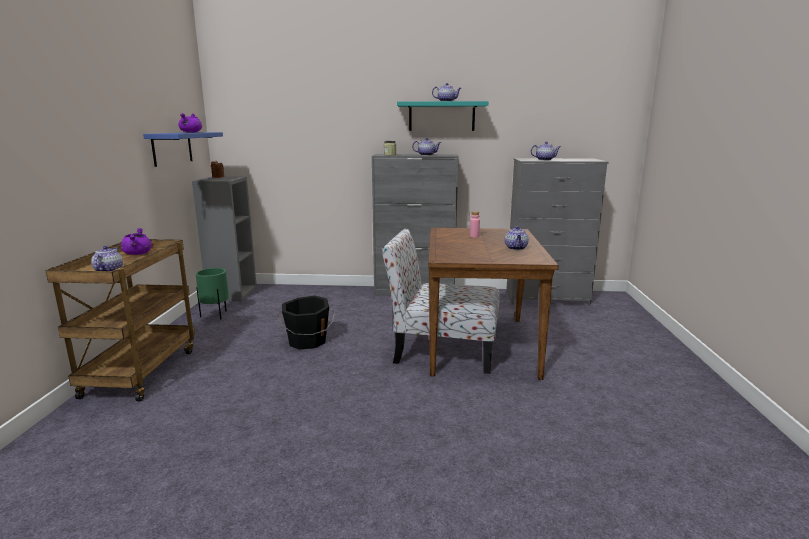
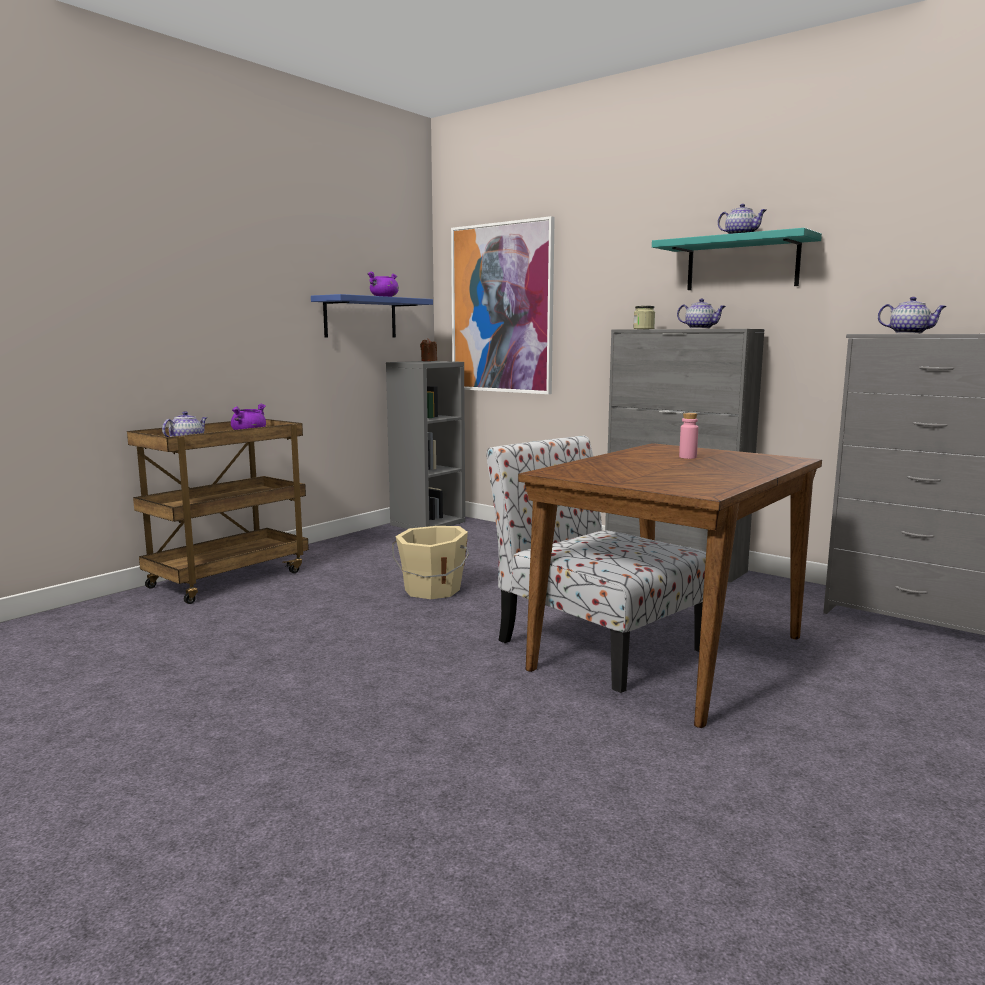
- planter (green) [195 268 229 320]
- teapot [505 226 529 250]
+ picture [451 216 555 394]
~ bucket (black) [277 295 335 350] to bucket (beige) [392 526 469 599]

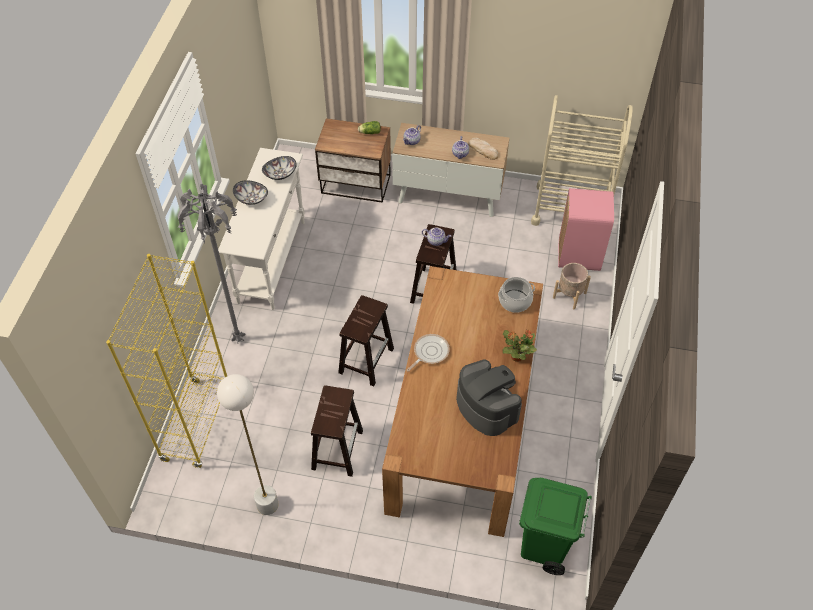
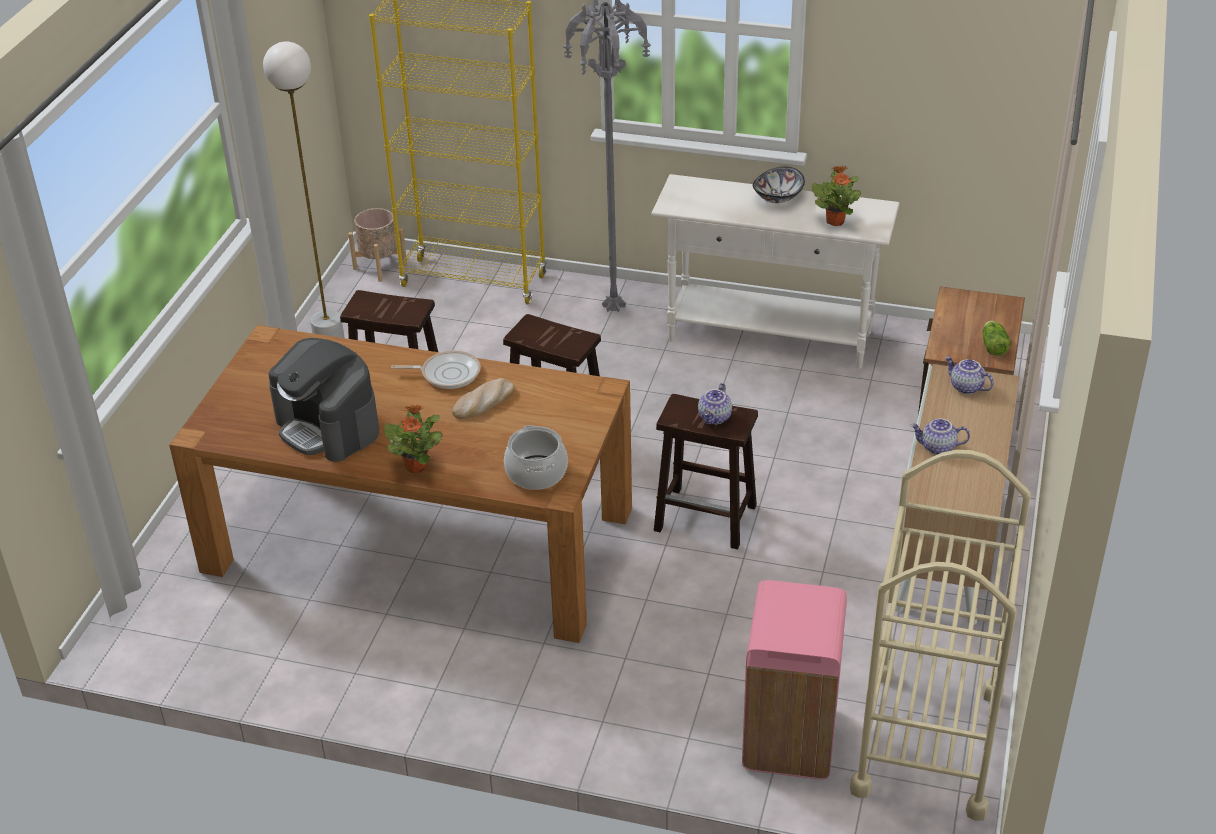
- trash can (green) [519 478 592 575]
~ bread [468 137 499 160] to [452 378 515 419]
~ planter (beige) [553 263 591 309] to [348 208 407 282]
~ bowl [262 156 297 180] to potted plant [812 166 861 226]
~ frying pan [407 334 450 372] = [391 350 481 389] 45 degrees counterclockwise
~ coffee machine [456 360 522 436] = [269 338 379 462] 75 degrees clockwise

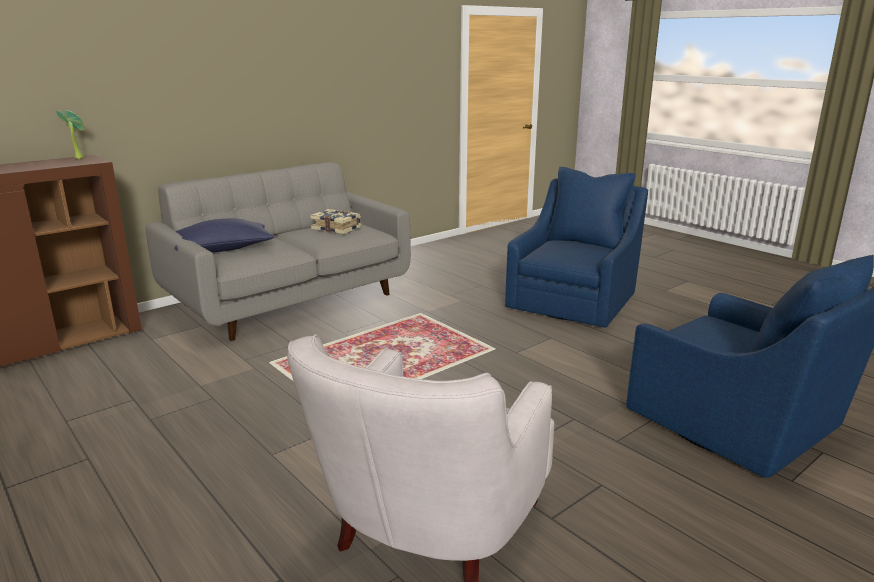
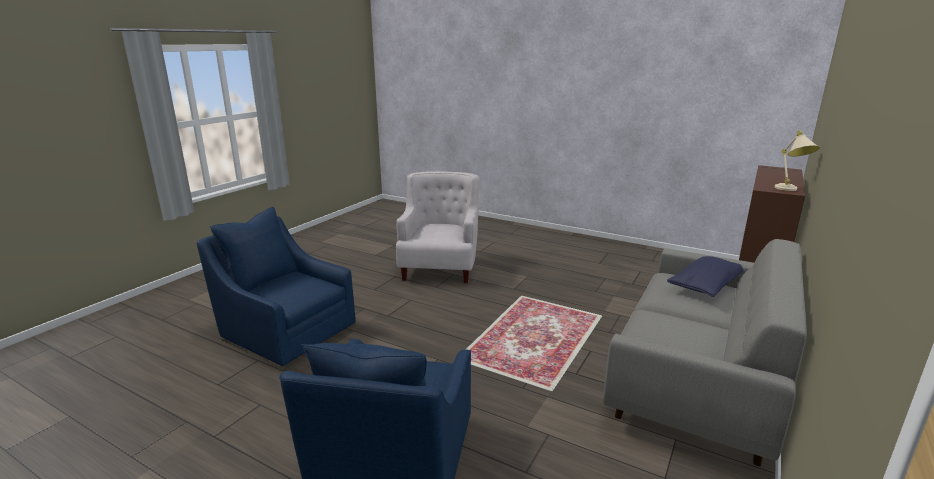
- book [310 209 361 234]
~ potted plant [56 110 85 159] to table lamp (beige) [775 131 820 191]

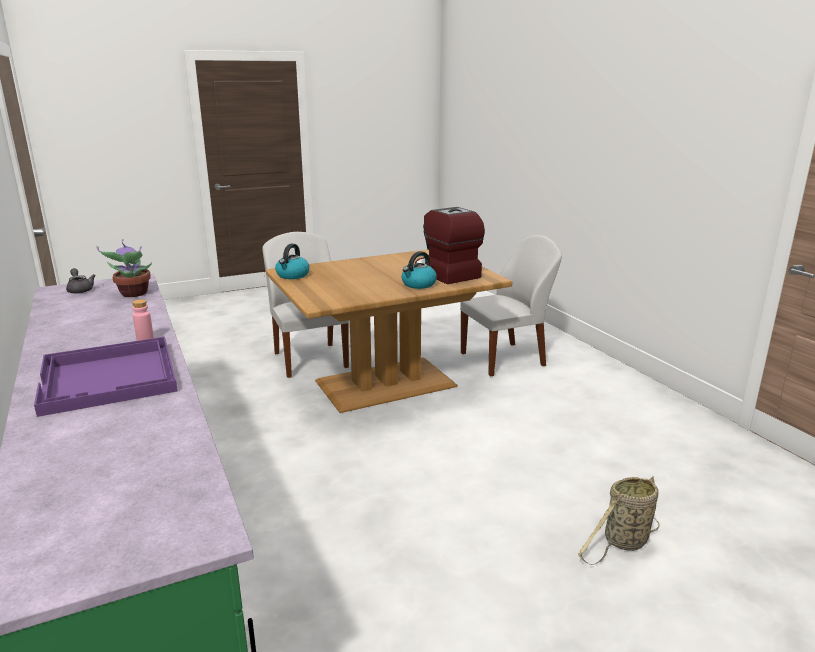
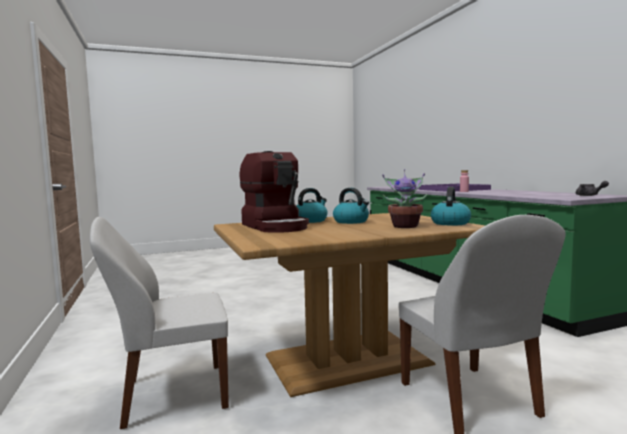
- basket [578 476 659 565]
+ kettle [333 188 369 224]
~ potted plant [96 239 152 297] to [382 169 428 228]

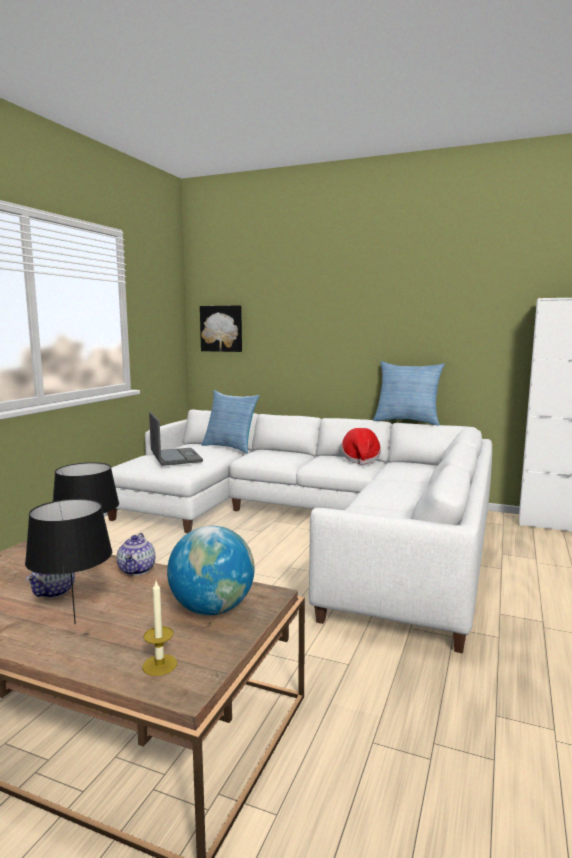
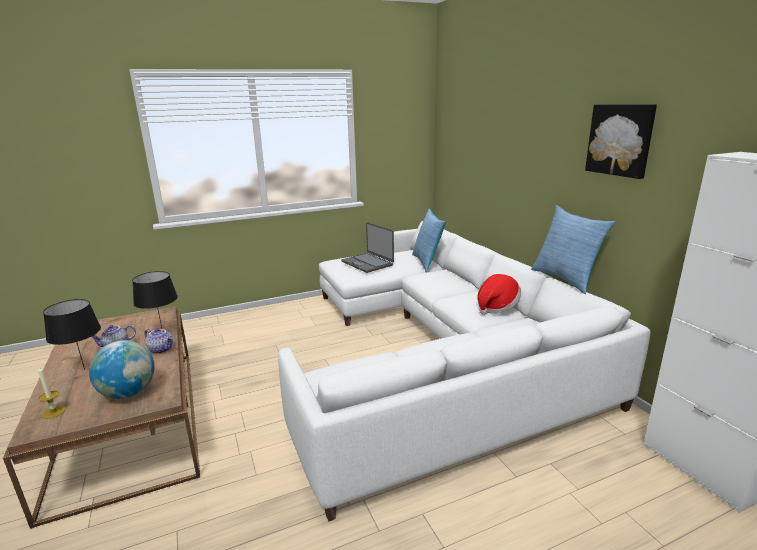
~ picture [200 305 242 352] to [585 104 657 179]
~ teapot [117 533 155 576] = [144 328 173 354] 105 degrees counterclockwise
~ laptop [149 412 203 466] = [342 222 394 273] 120 degrees clockwise

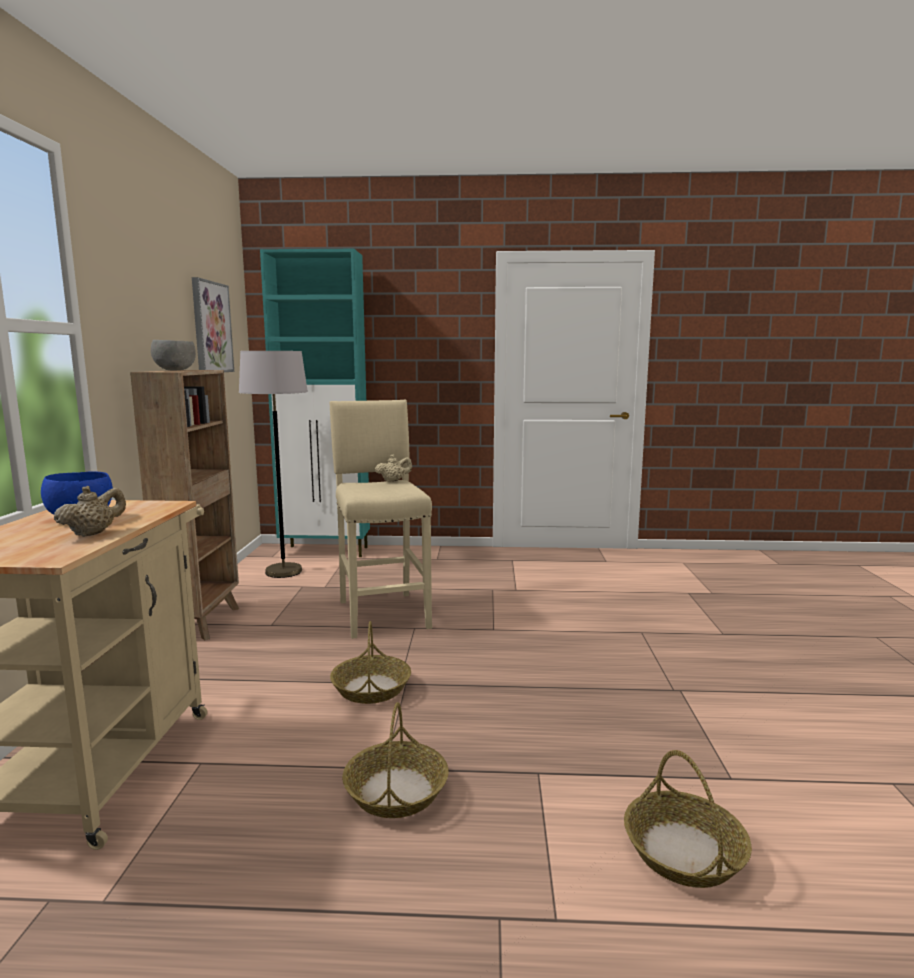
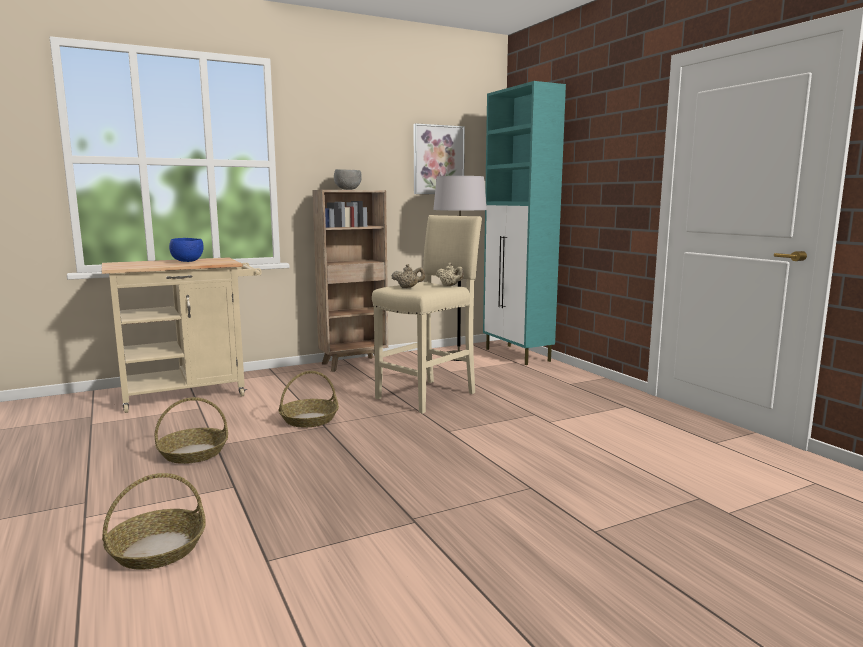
~ teapot (beige) [54 486 126 537] to [391 264 425 288]

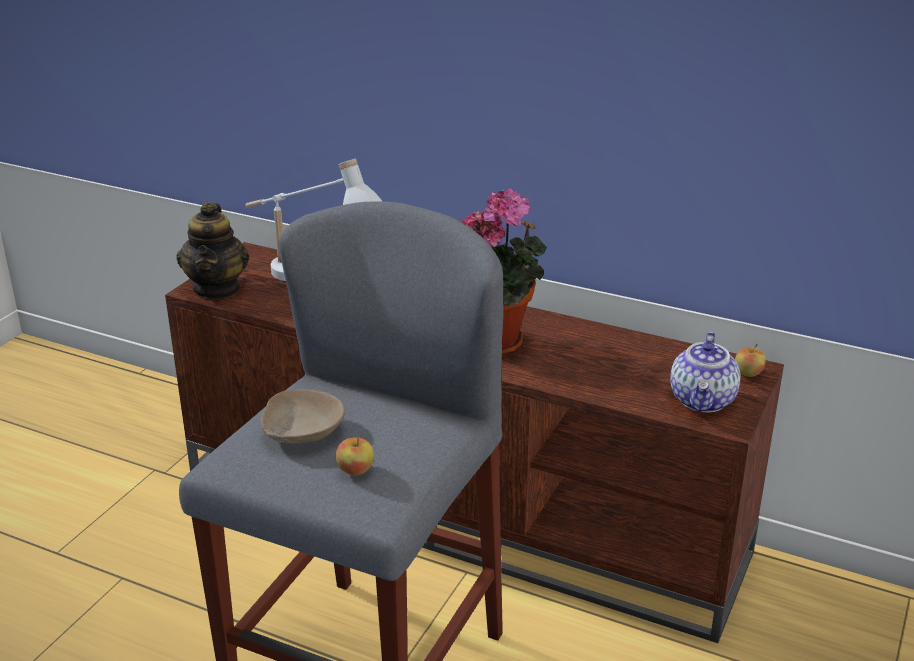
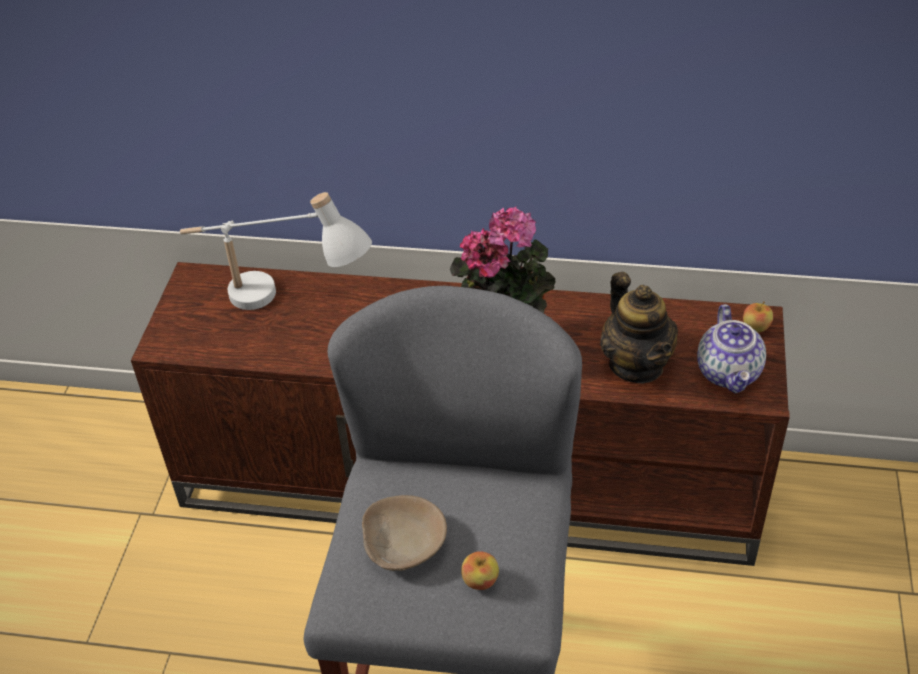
~ teapot [177 202 249 299] to [600 272 678 383]

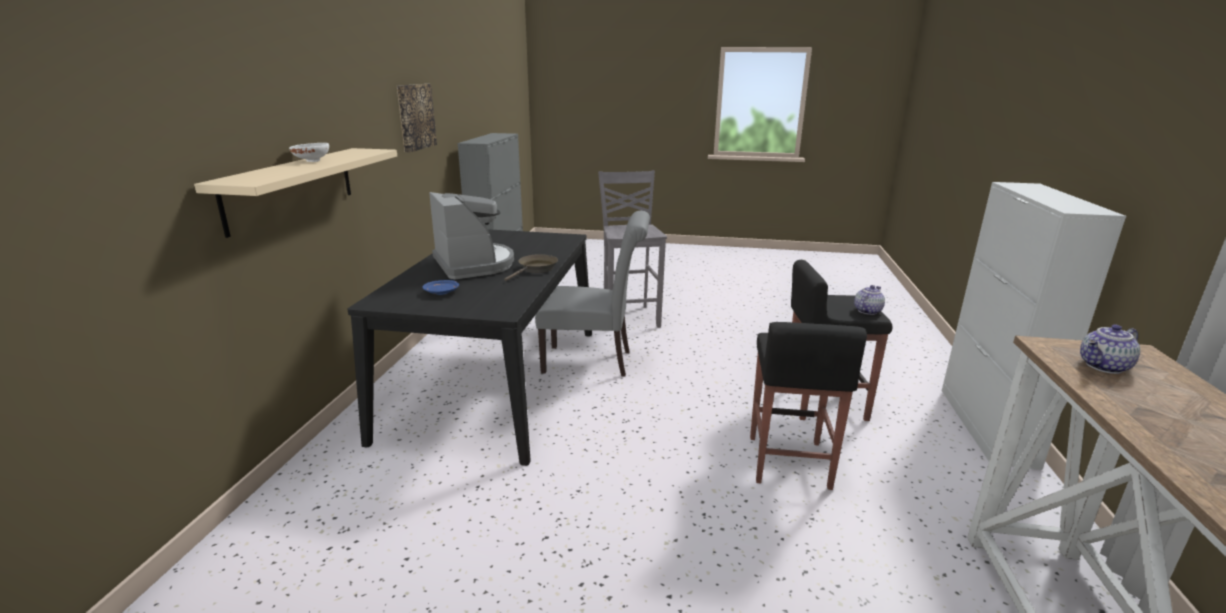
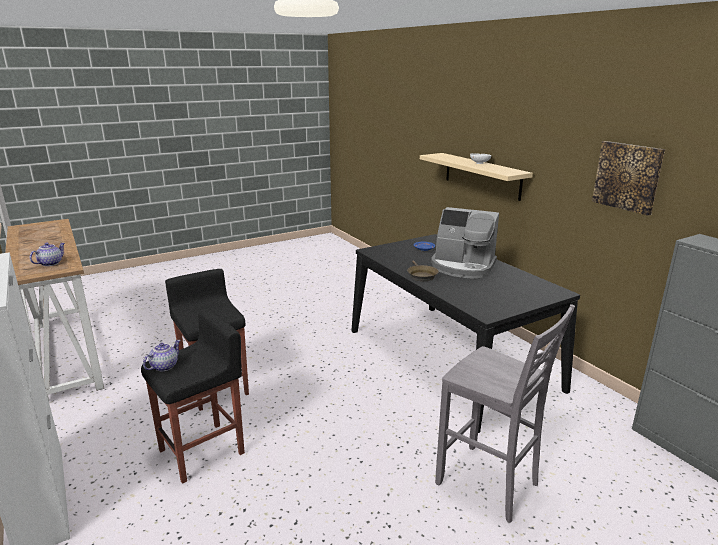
- chair (grey) [535 211 650 377]
~ teapot [854 285 885 315] = [143 340 181 371] 150 degrees counterclockwise

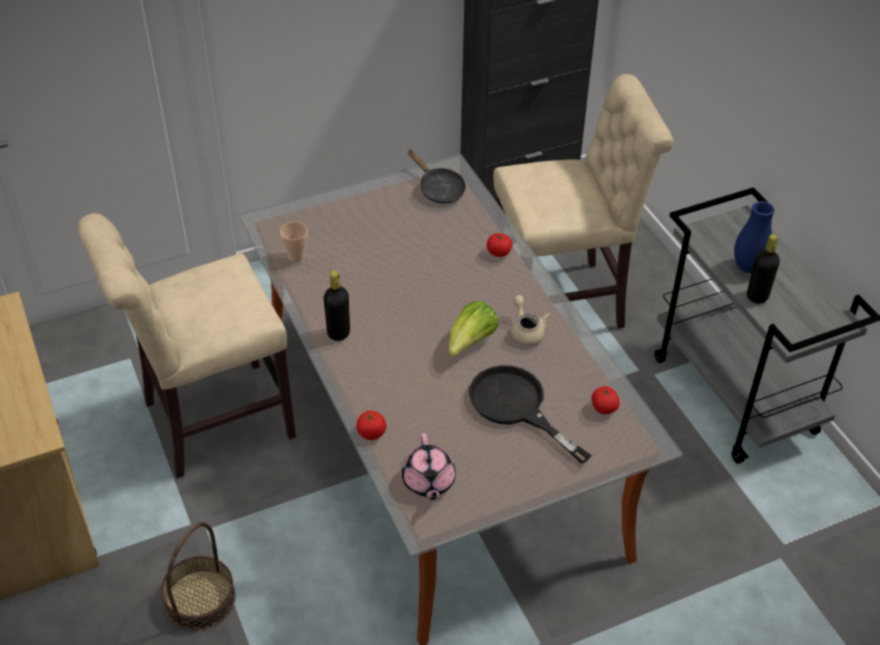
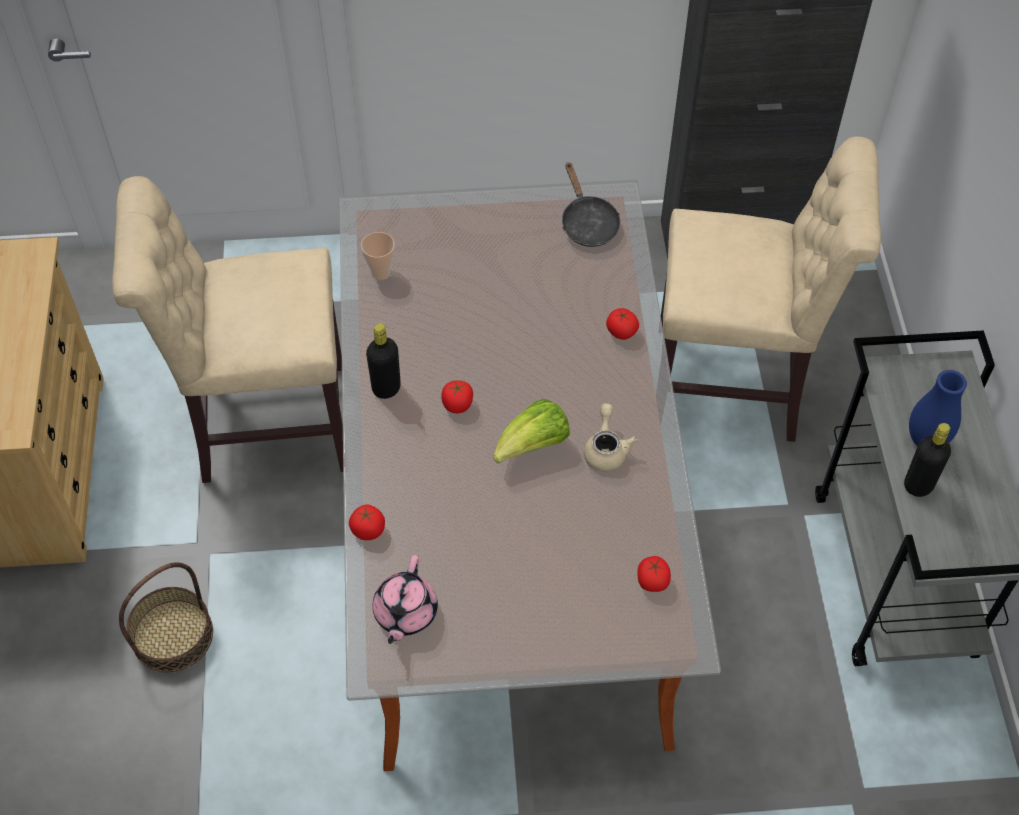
- frying pan (black) [469 365 592 464]
+ tomato [441 380 473 413]

